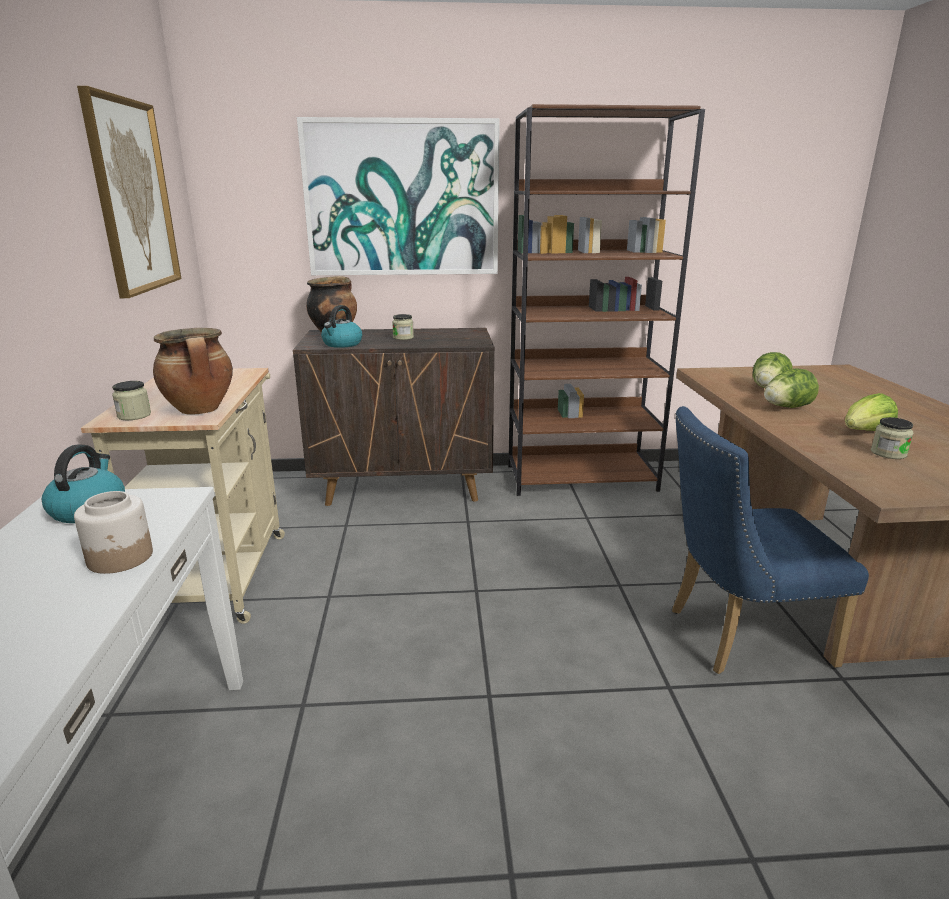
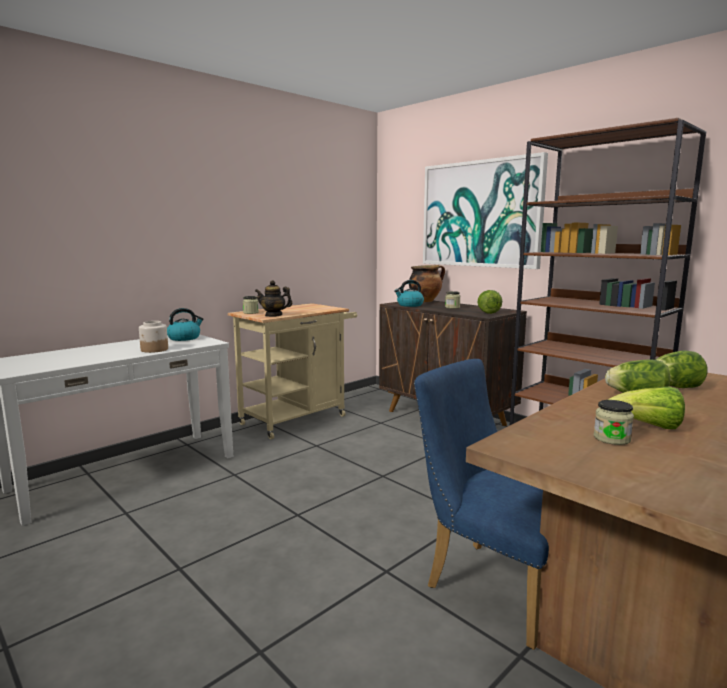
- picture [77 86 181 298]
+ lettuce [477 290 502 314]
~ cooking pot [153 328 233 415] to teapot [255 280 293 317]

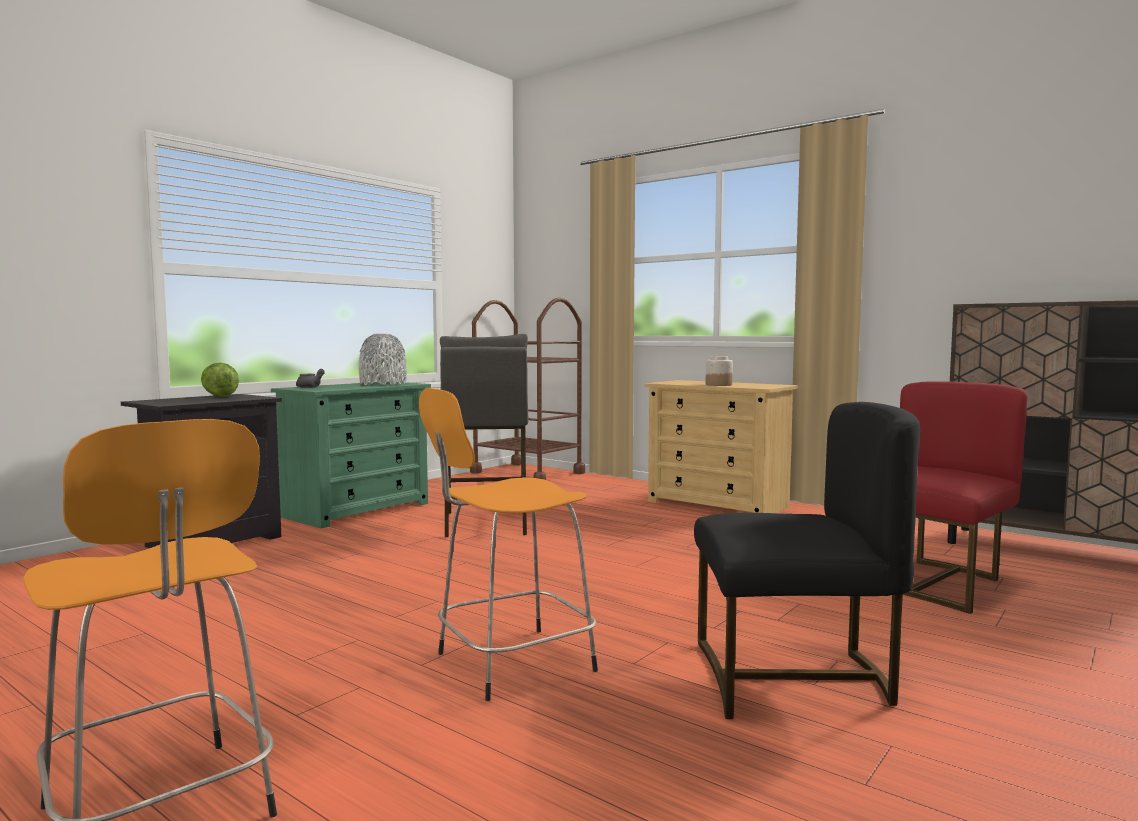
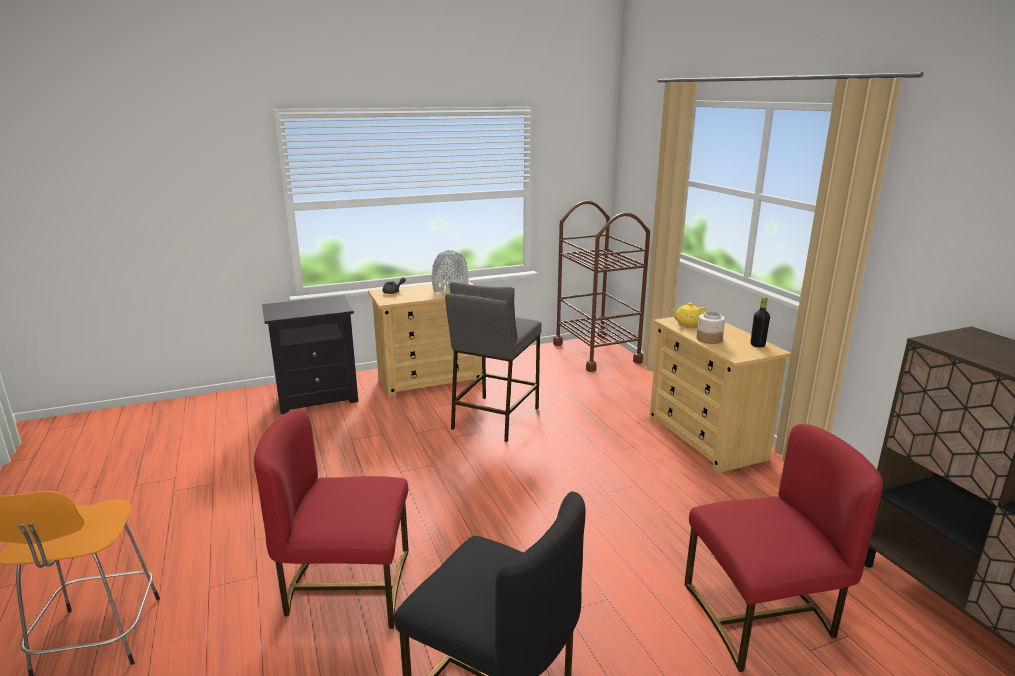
- lettuce [201 363 239 397]
+ teapot (yellow) [671 303 706 326]
+ bottle (black) [751 297 770 348]
~ stool (orange) [419 388 598 701] to chair (red) [254 409 409 629]
~ dresser (green) [271 381 431 528] to dresser (beige) [368 281 482 397]

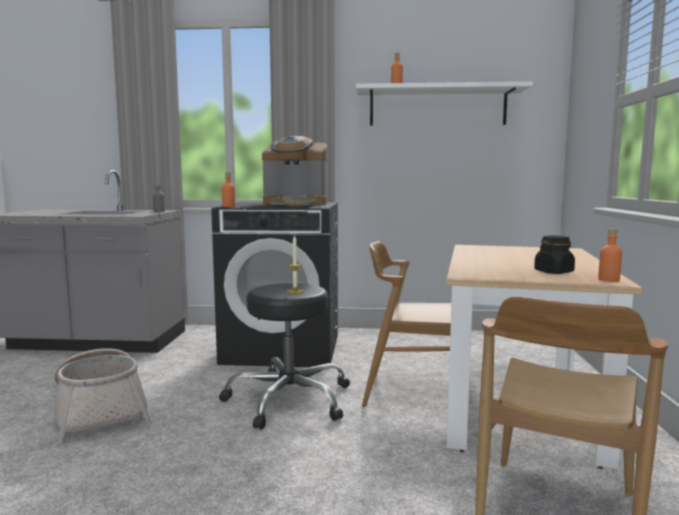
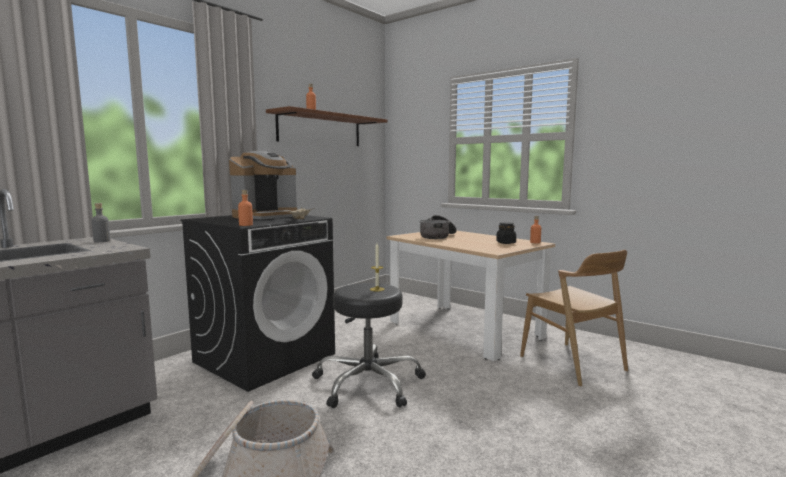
- chair (brown) [362 241 451 407]
+ cooking pot [420 215 457 239]
~ shelf (white) [356 82 533 126] to shelf (brown) [266 106 388 146]

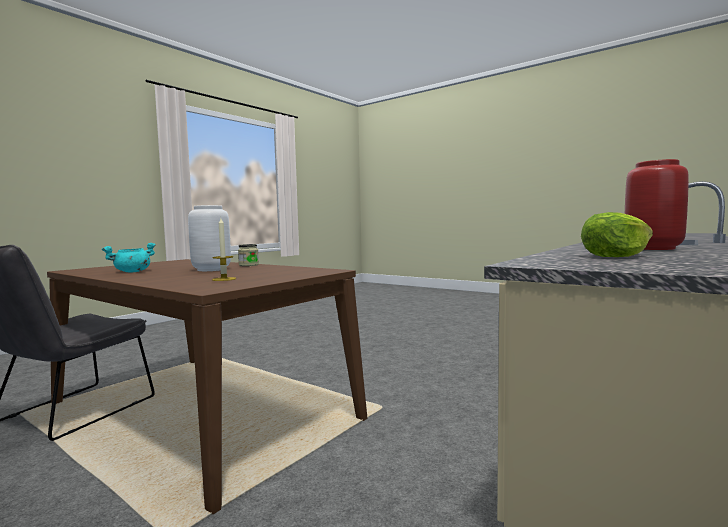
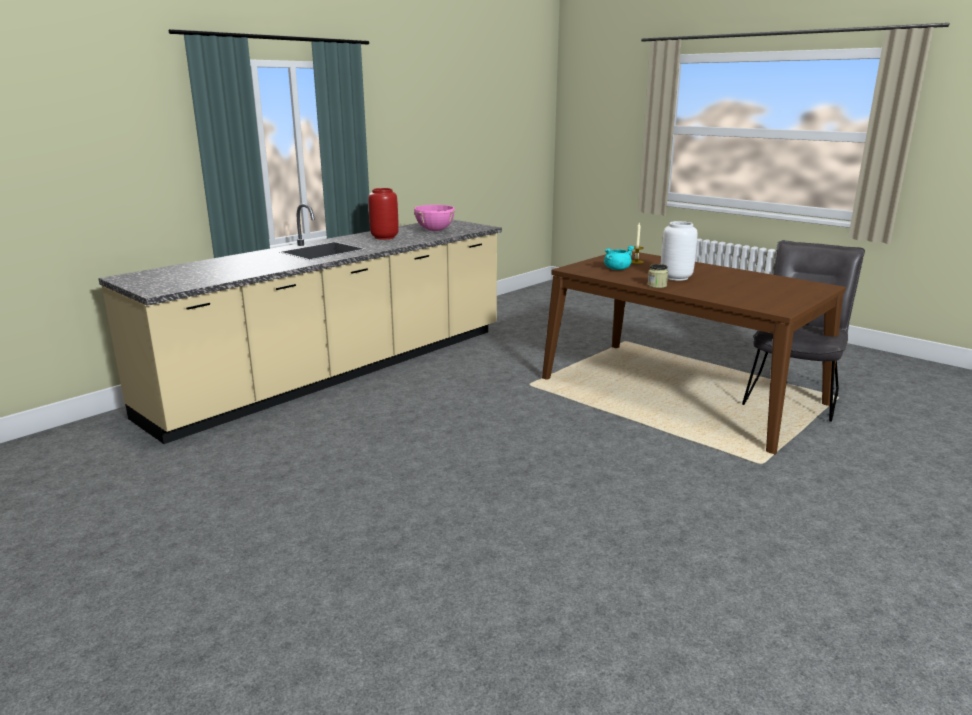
~ cooking pot (turquoise) [102 243 156 273] to [604 246 634 270]
~ lettuce [581 212 653 257] to cooking pot (pink) [414 205 456 231]

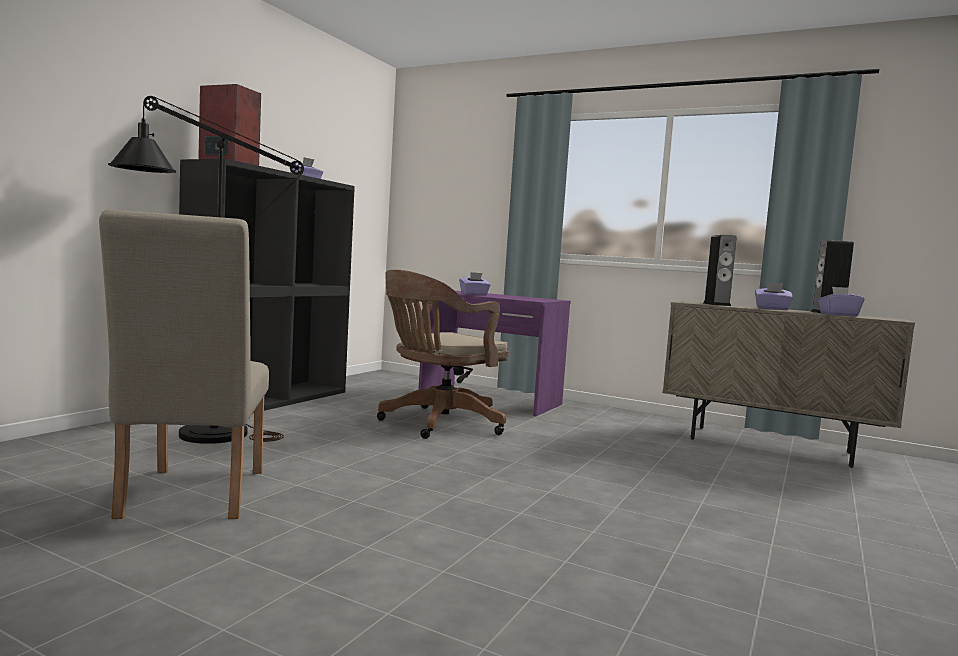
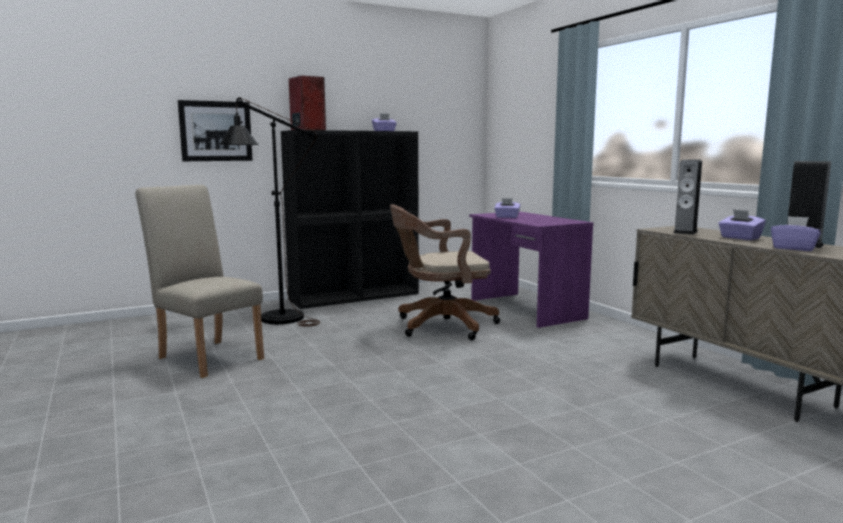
+ picture [178 100 252 161]
~ chair (beige) [99 209 269 519] = [135 185 264 378] 105 degrees clockwise

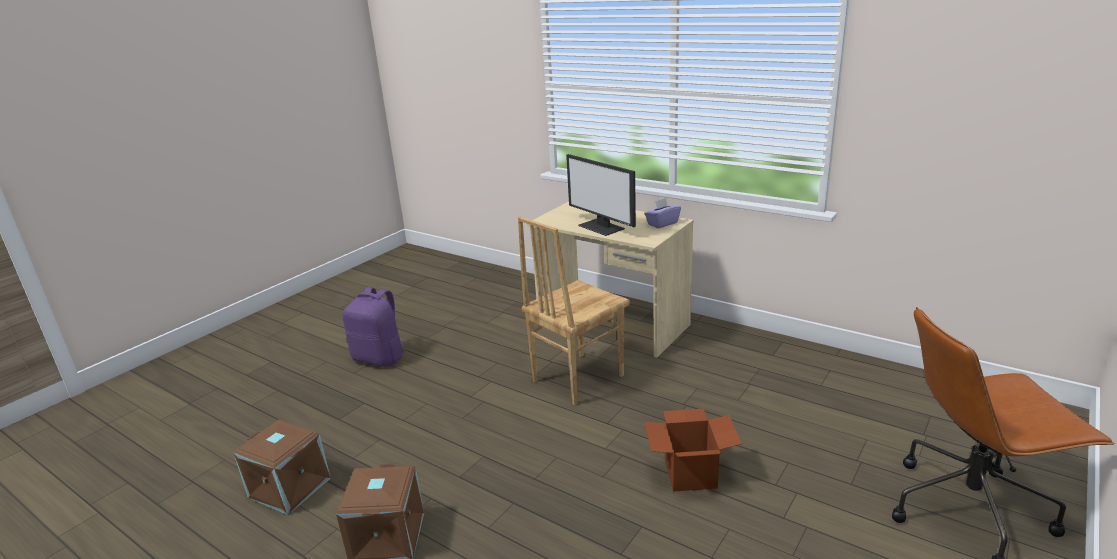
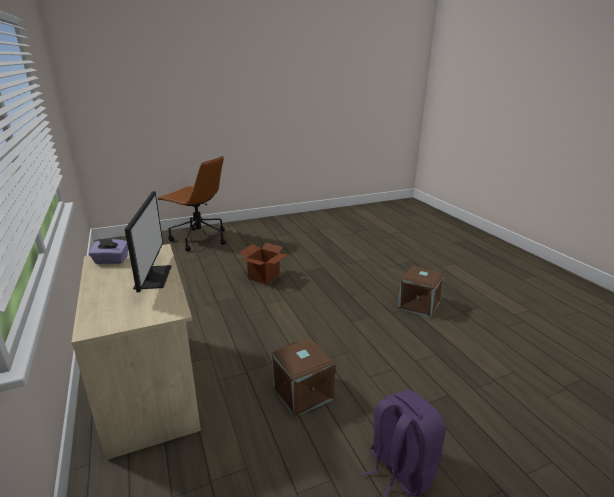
- chair (brown) [518 216 630 405]
~ storage box (brown) [233 420 331 515] to [272 338 335 417]

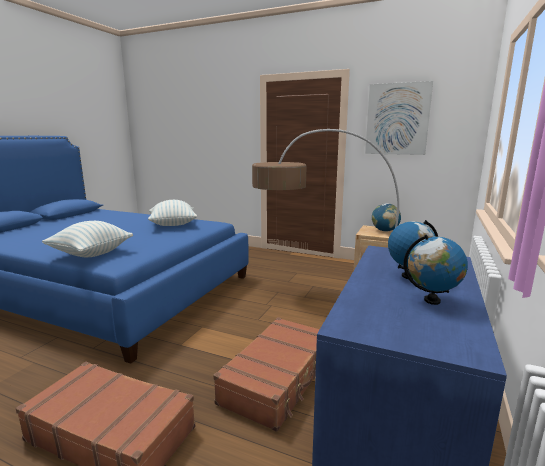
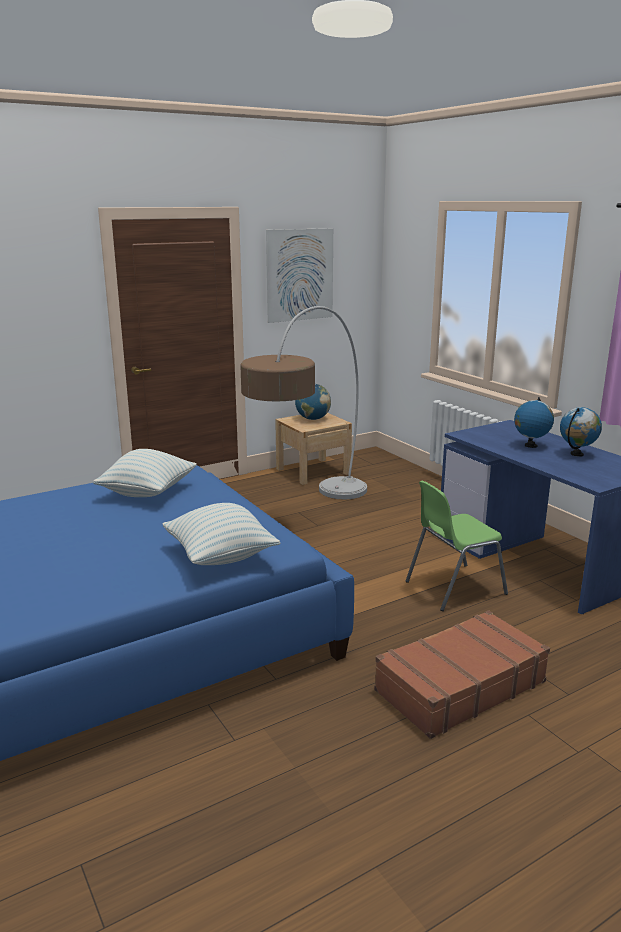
~ suitcase (brown) [213 317 320 432] to chair (green) [406 481 508 611]

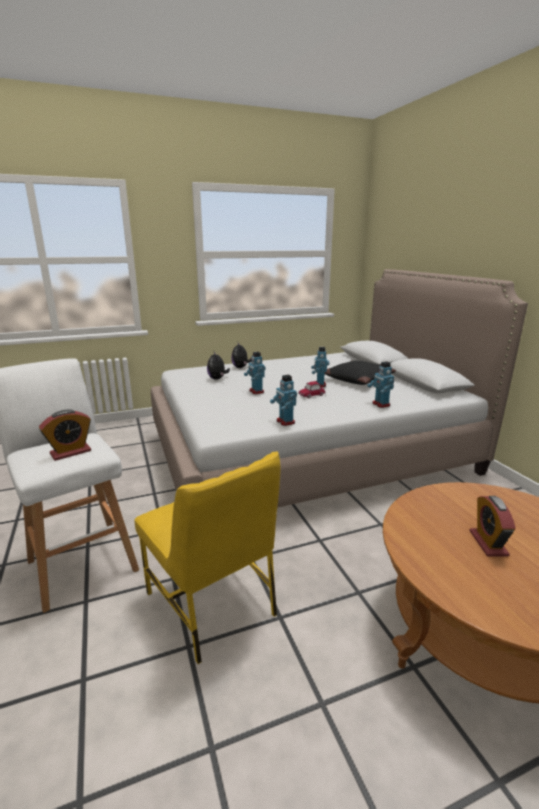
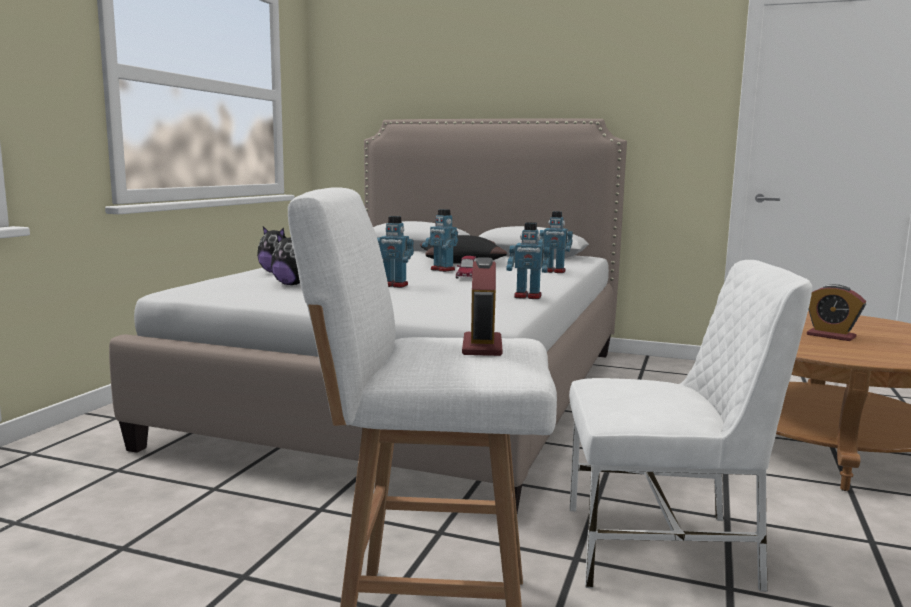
~ chair (yellow) [135 451 281 664] to chair (white) [569 260 812 592]

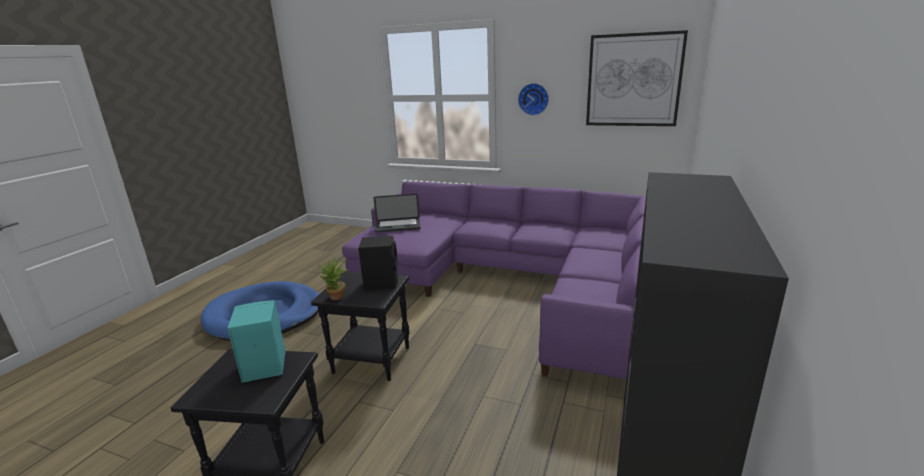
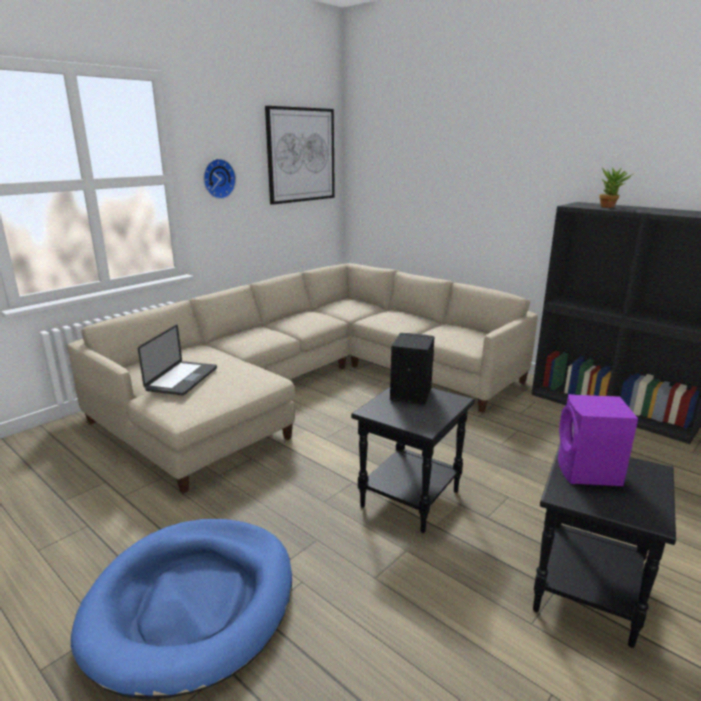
~ potted plant [318 257 348 300] to [599 167 633 208]
~ speaker (turquoise) [228 300 286 382] to speaker (purple) [558 394 638 486]
~ sofa (purple) [342 182 646 379] to sofa (beige) [68 263 538 494]

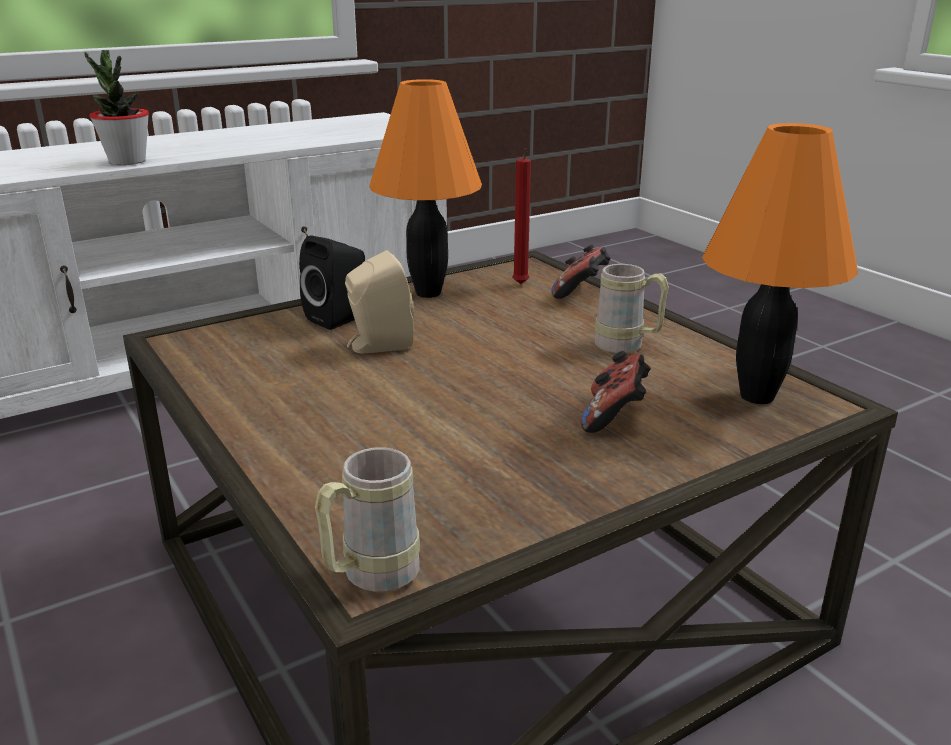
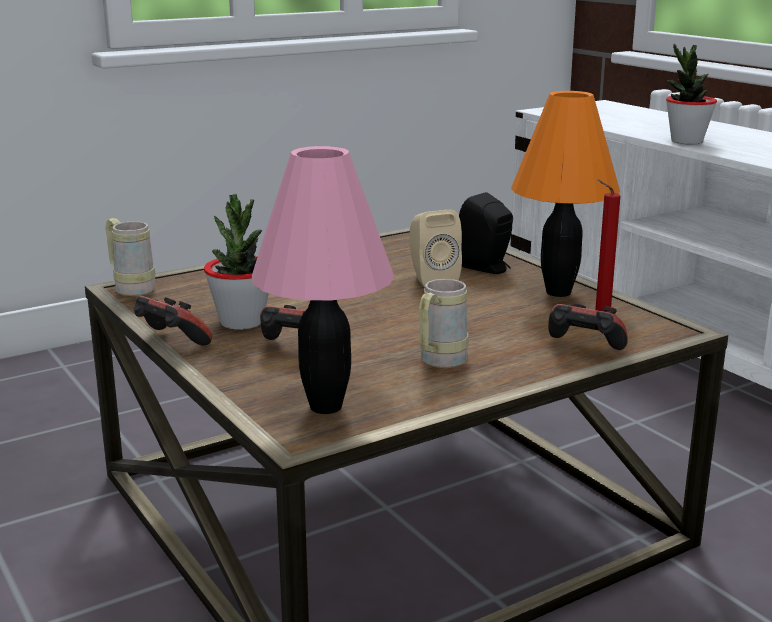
+ game controller [134 296 212 345]
+ potted plant [204 194 269 330]
~ table lamp (orange) [702 123 858 404] to table lamp (pink) [252 146 394 414]

